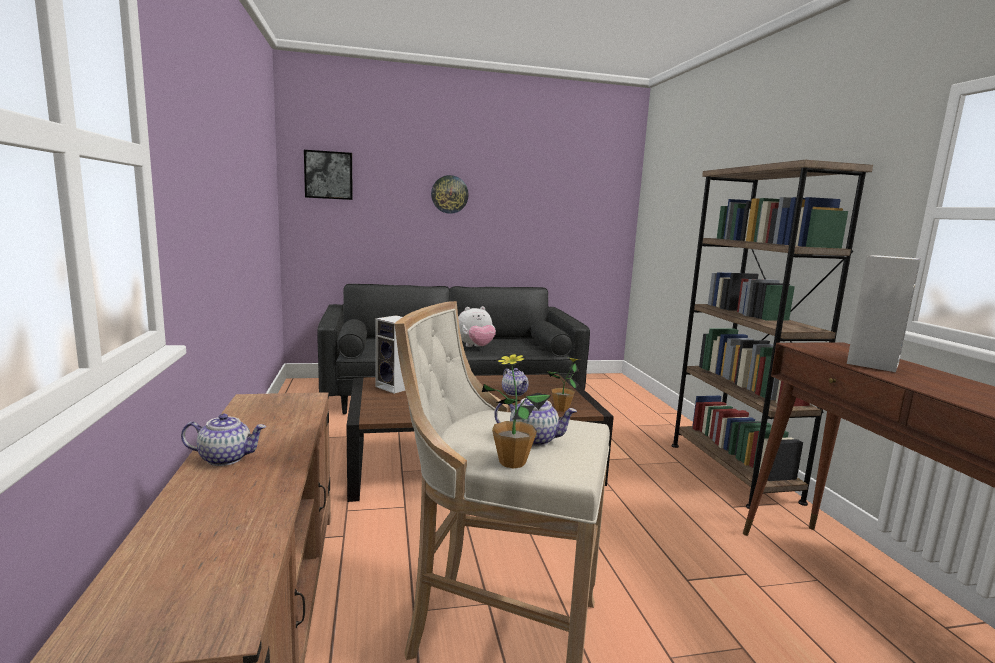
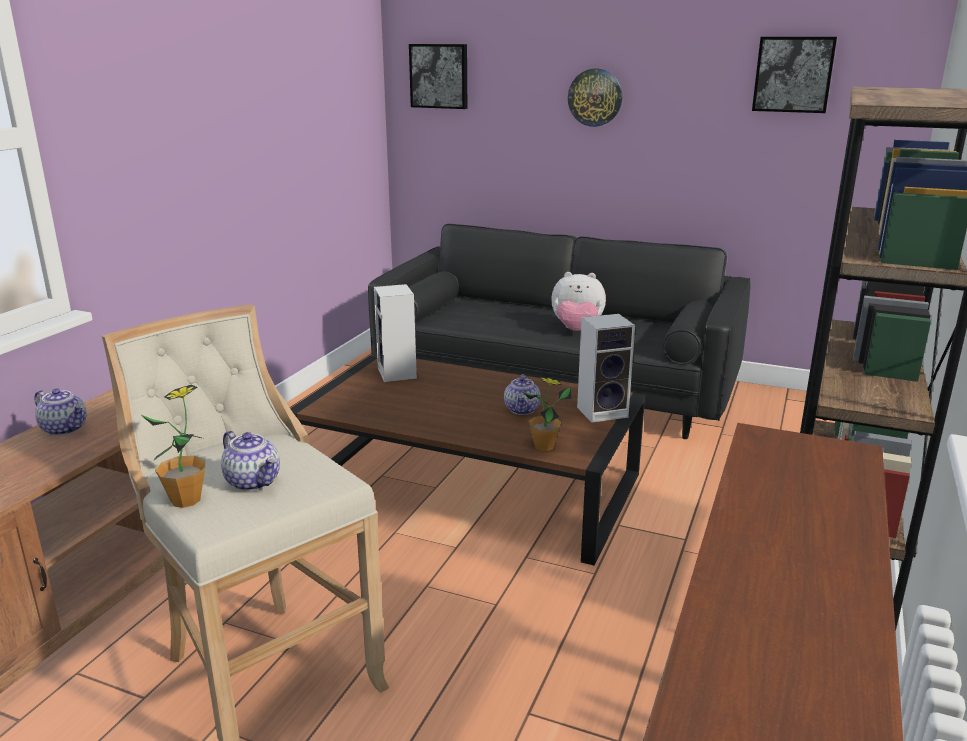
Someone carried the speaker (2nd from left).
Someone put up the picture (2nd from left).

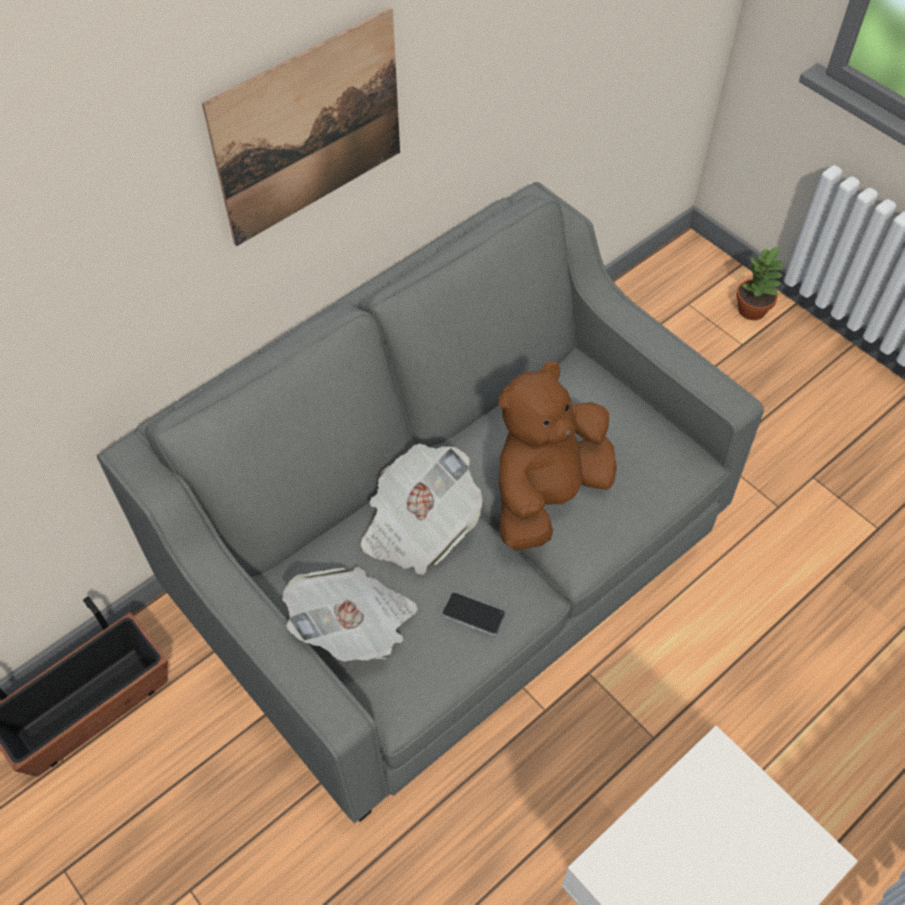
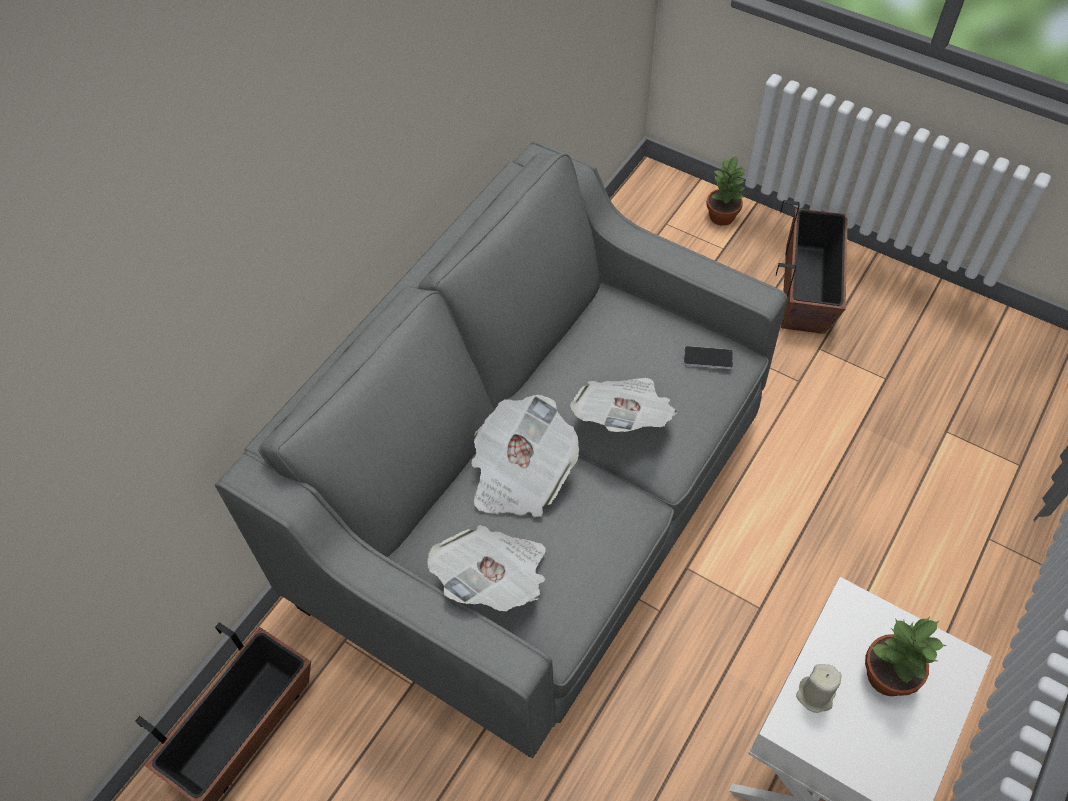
Someone swapped the plush toy in brown for the newspaper (3rd from left).
Someone carried the phone.
Someone put down the planter (2nd from left).
Someone put down the candle in beige.
Someone put down the potted plant (2nd from left).
Someone took away the picture.

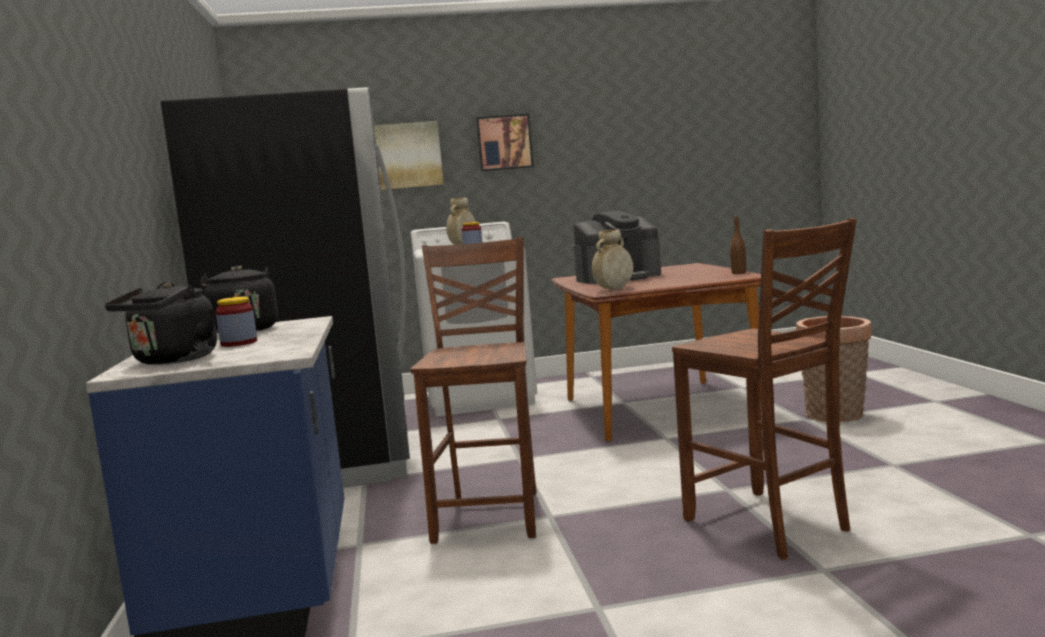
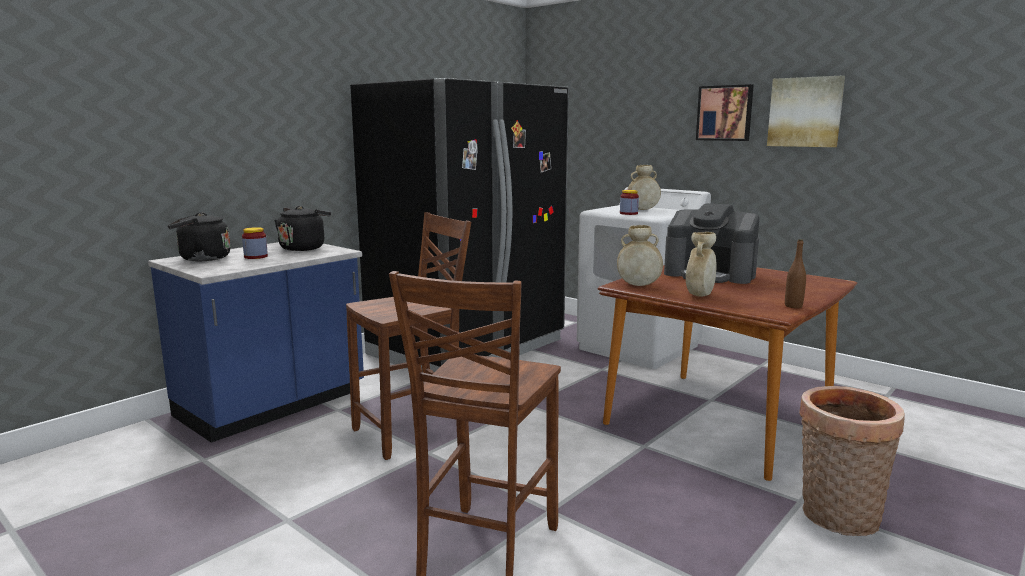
Someone put down the vase in beige (3rd from left).
Someone carried the picture (1st from left in the first image).

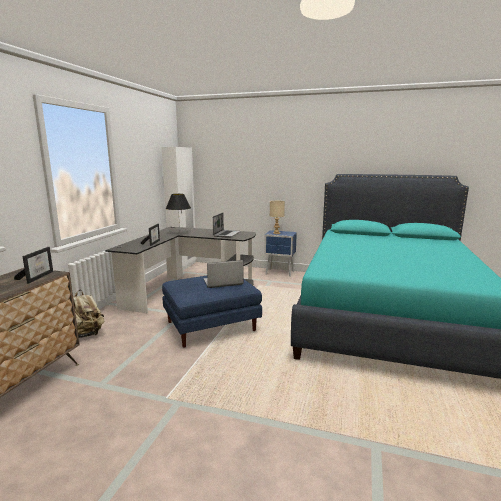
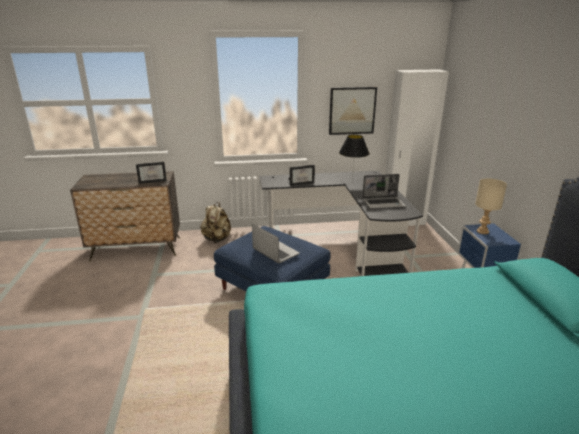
Someone put up the picture.

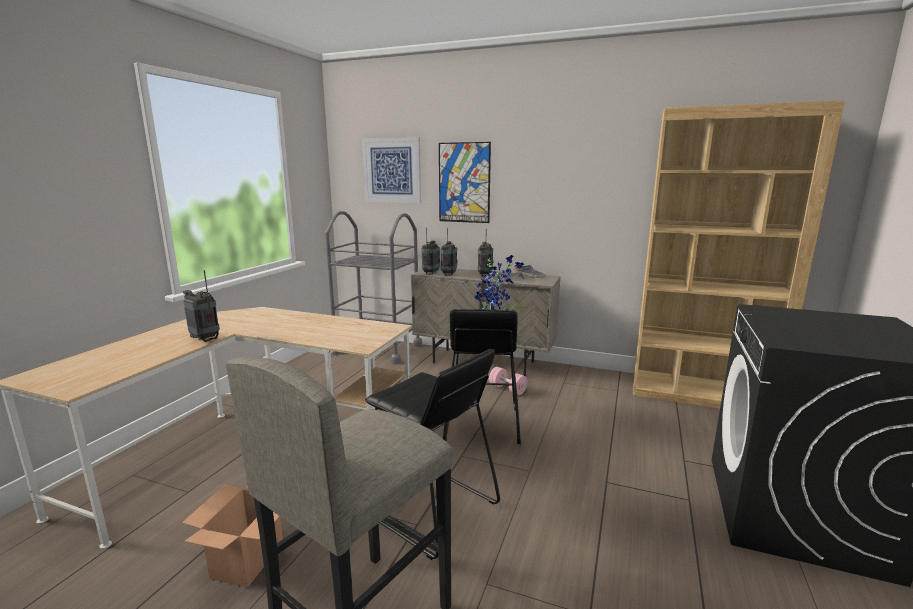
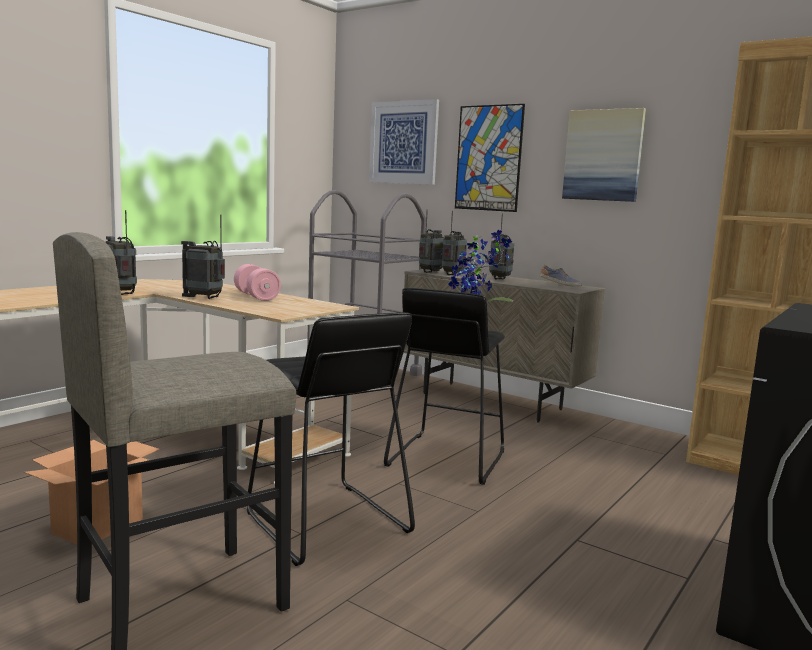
Someone put down the radio (2nd from left).
Someone carried the dumbbell in pink.
Someone put up the picture (3rd from left).

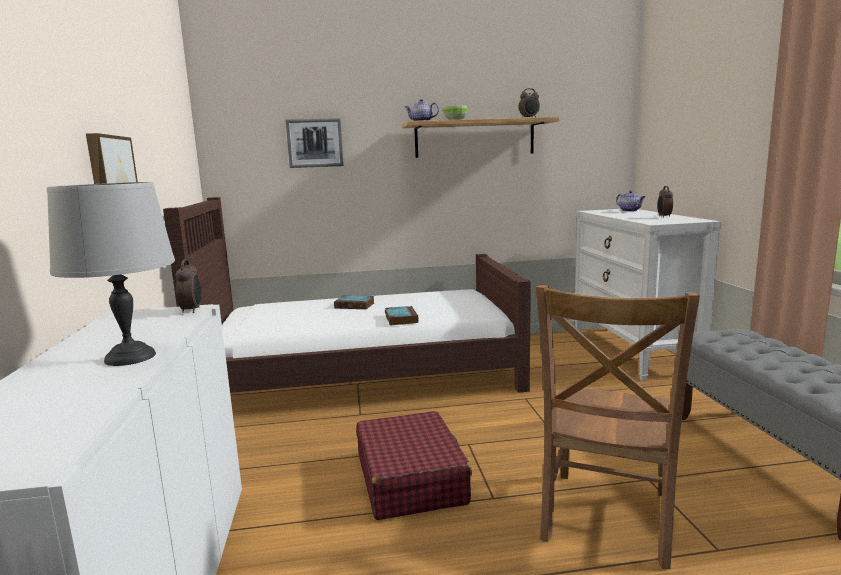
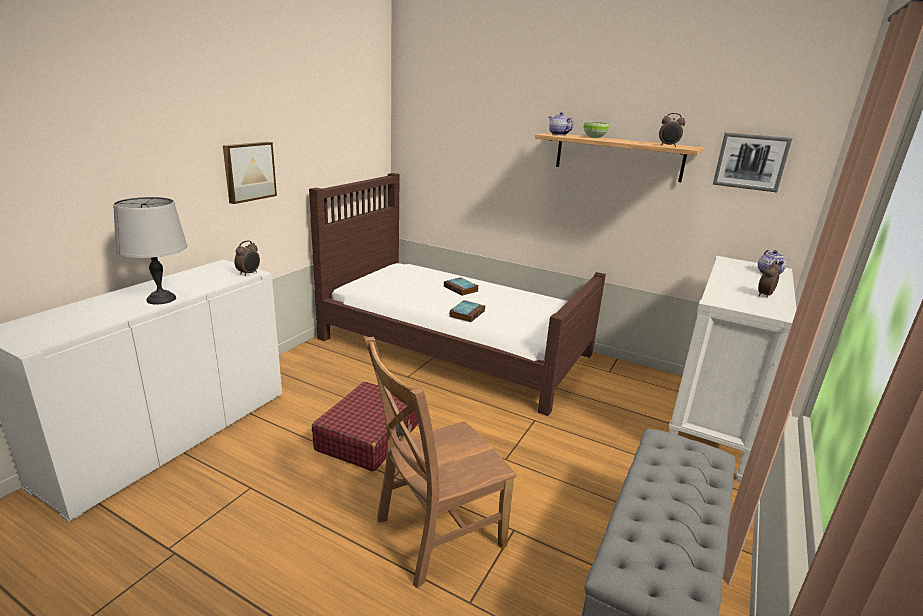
Someone carried the picture (2nd from left).

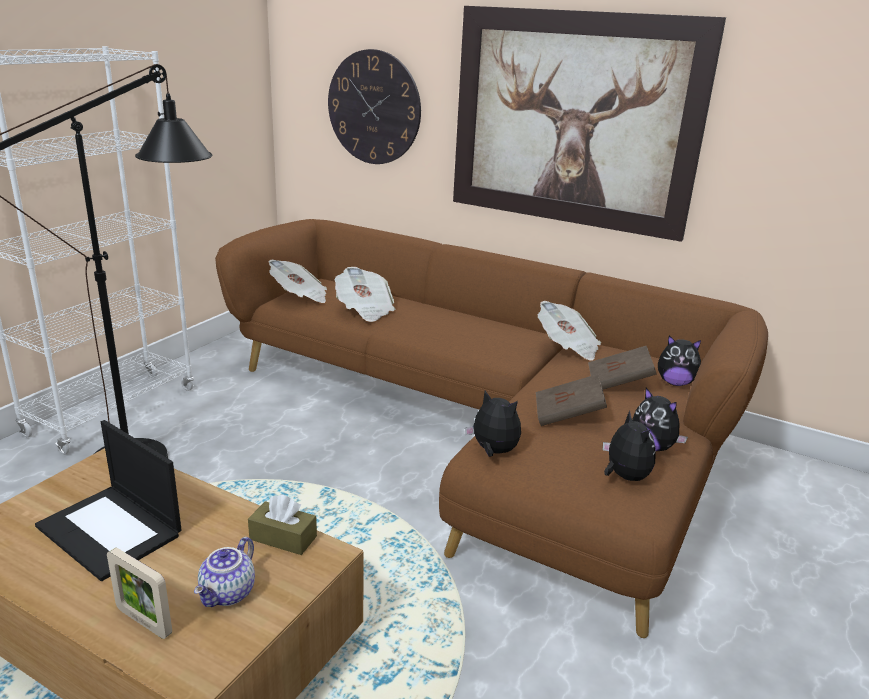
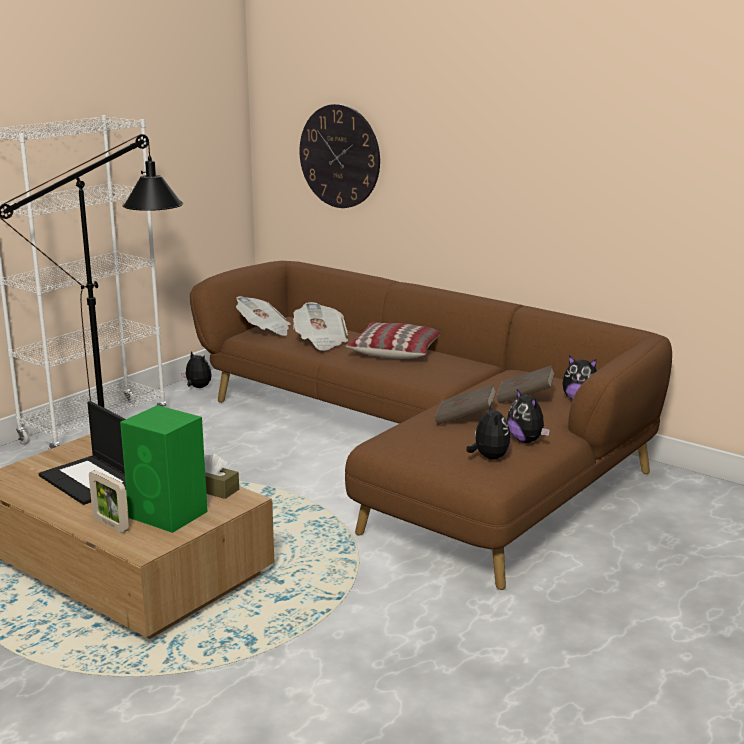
Someone swapped the teapot for the speaker in green.
Someone carried the plush toy (1st from left).
Someone put down the pillow.
Someone took away the picture.
Someone took away the newspaper (3rd from left).

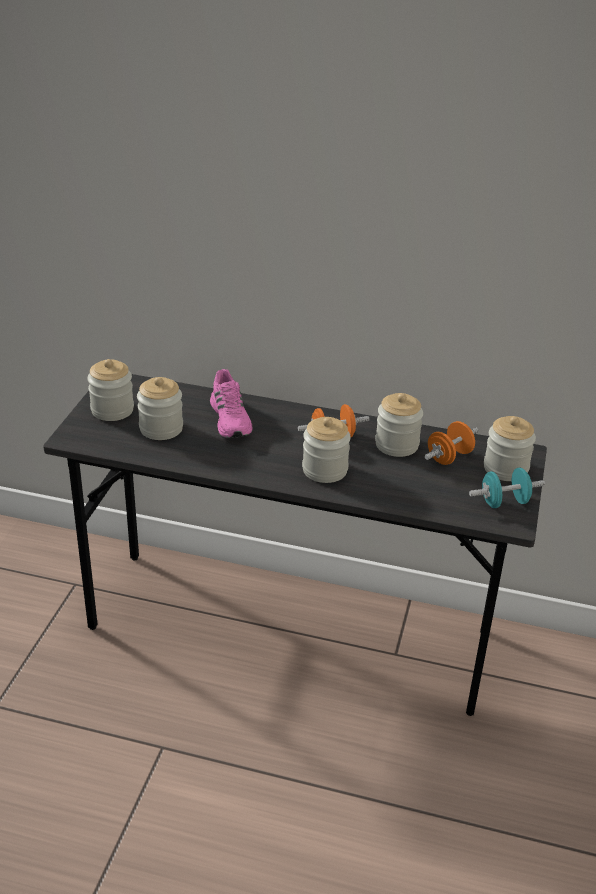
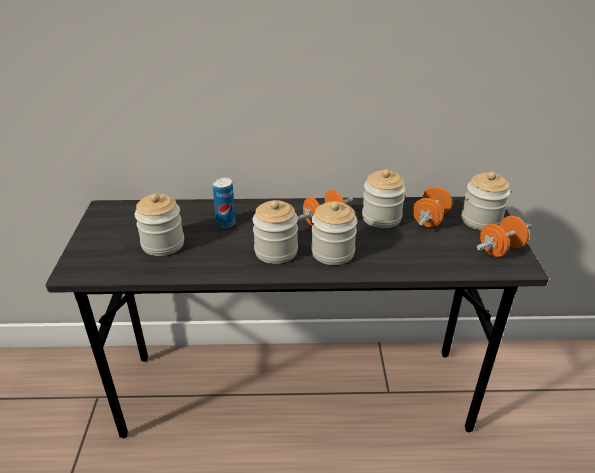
Someone swapped the shoe in pink for the can.
Someone carried the jar (1st from left in the first image).
Someone repainted the dumbbell in turquoise, which became the dumbbell in orange (3rd from left).

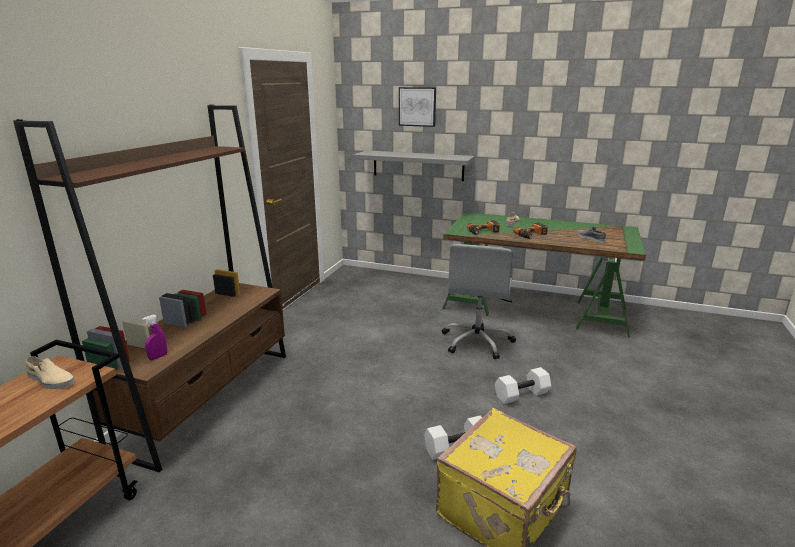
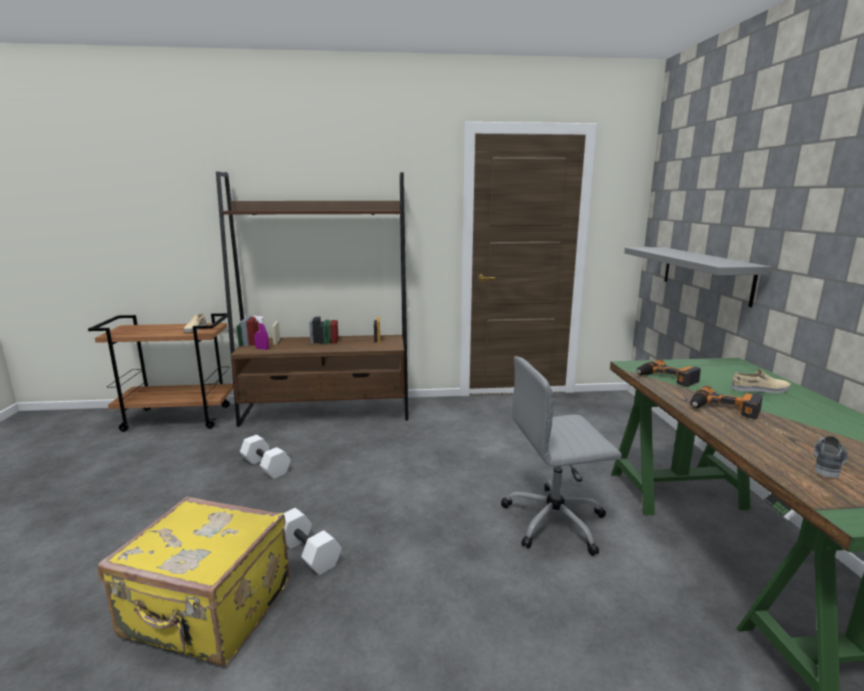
Someone carried the dumbbell in white (2nd from left in the first image).
Someone took away the picture.

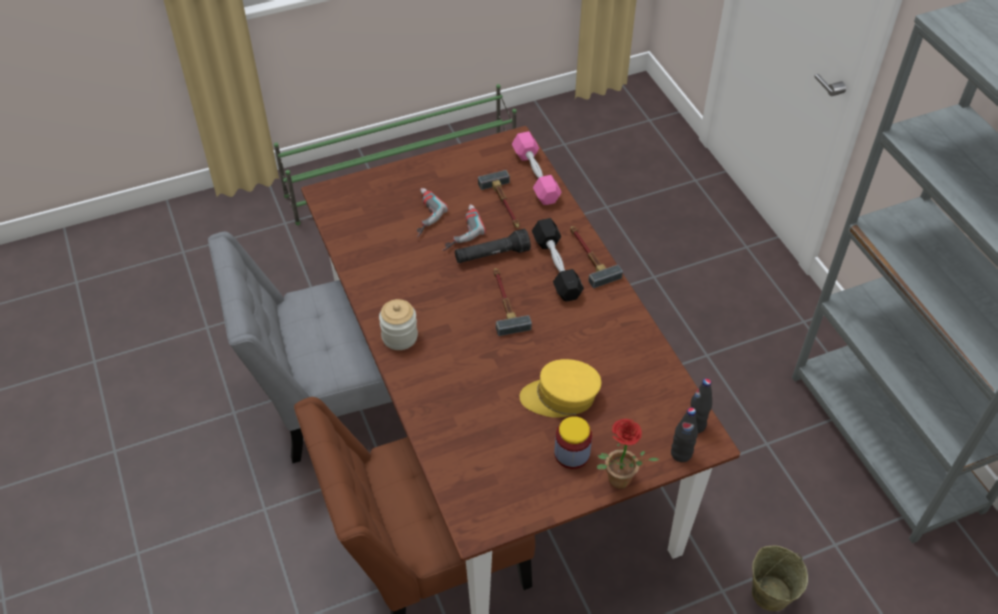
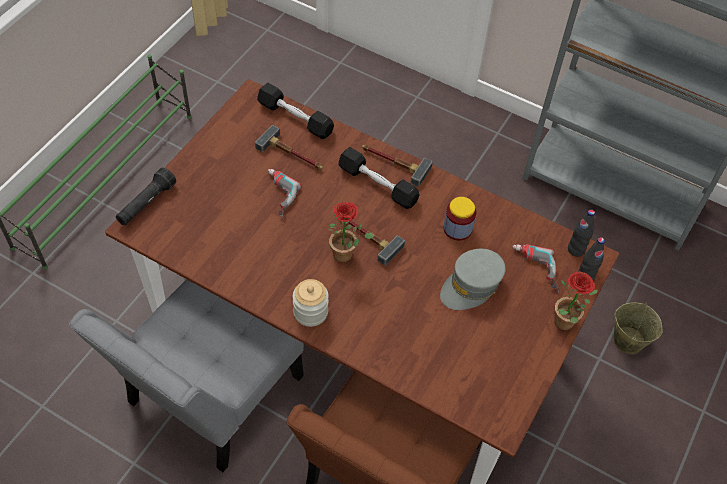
Someone carried the flashlight in black.
Someone repainted the dumbbell in pink, which became the dumbbell in black (1st from left).
Someone put down the potted plant (1st from left).
Someone repainted the cap in yellow, which became the cap in grey.
Someone carried the jar (2nd from left).
Someone carried the power drill (1st from left in the first image).

